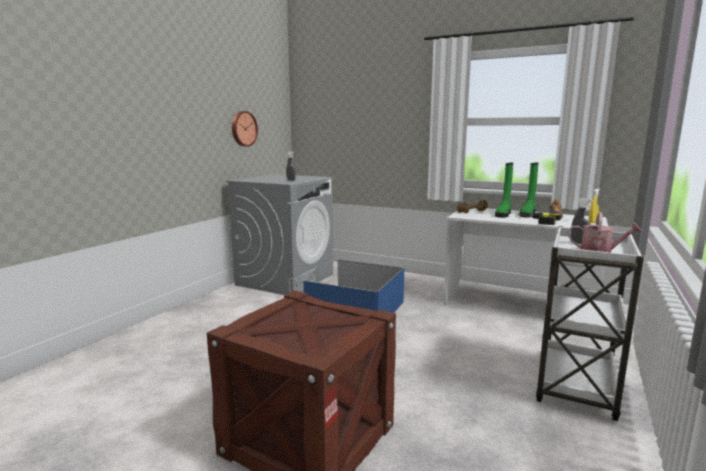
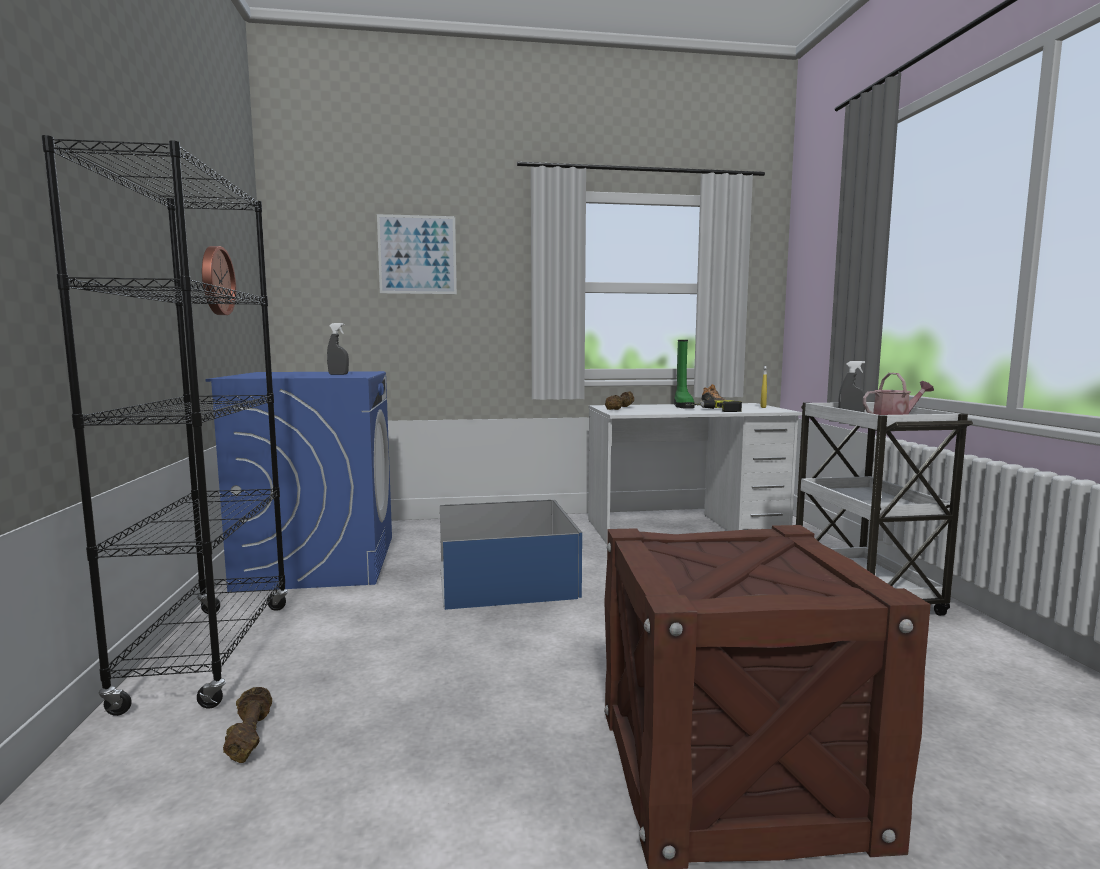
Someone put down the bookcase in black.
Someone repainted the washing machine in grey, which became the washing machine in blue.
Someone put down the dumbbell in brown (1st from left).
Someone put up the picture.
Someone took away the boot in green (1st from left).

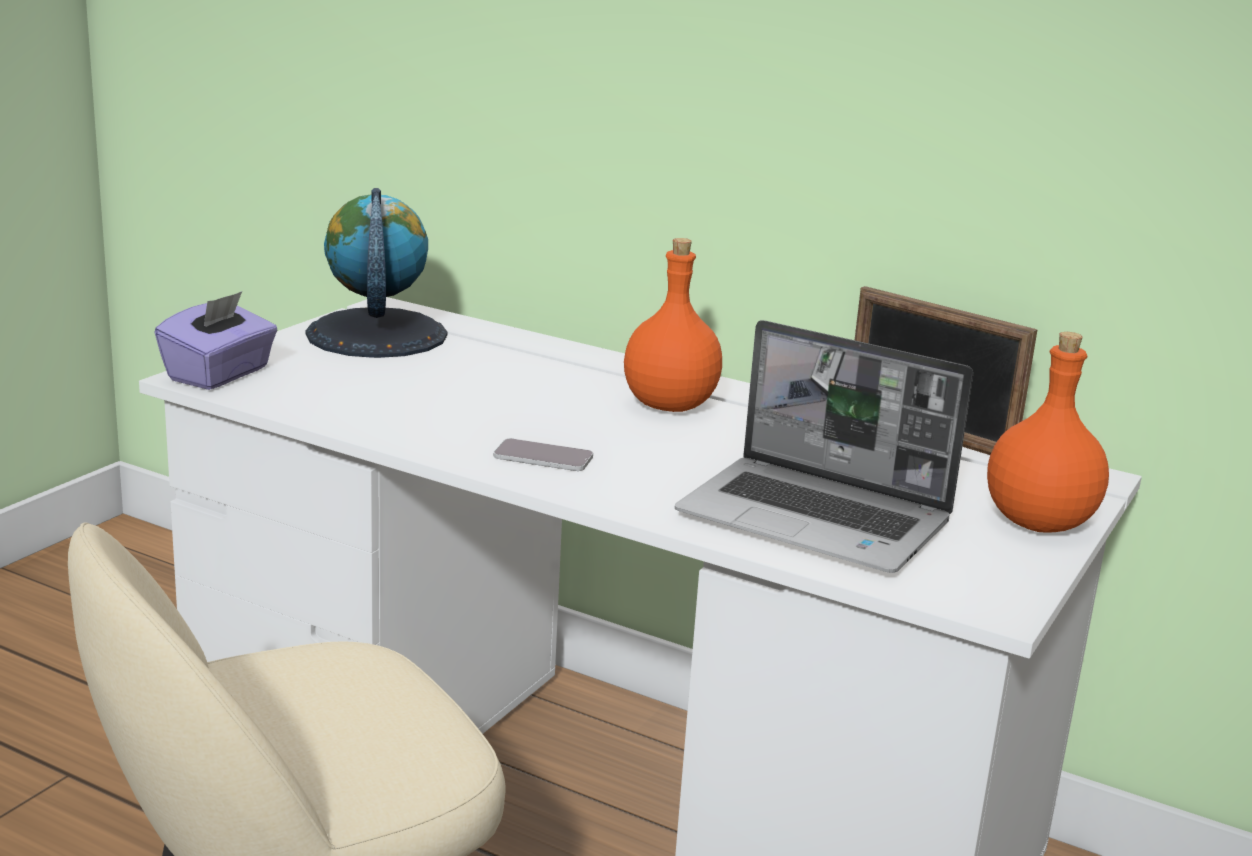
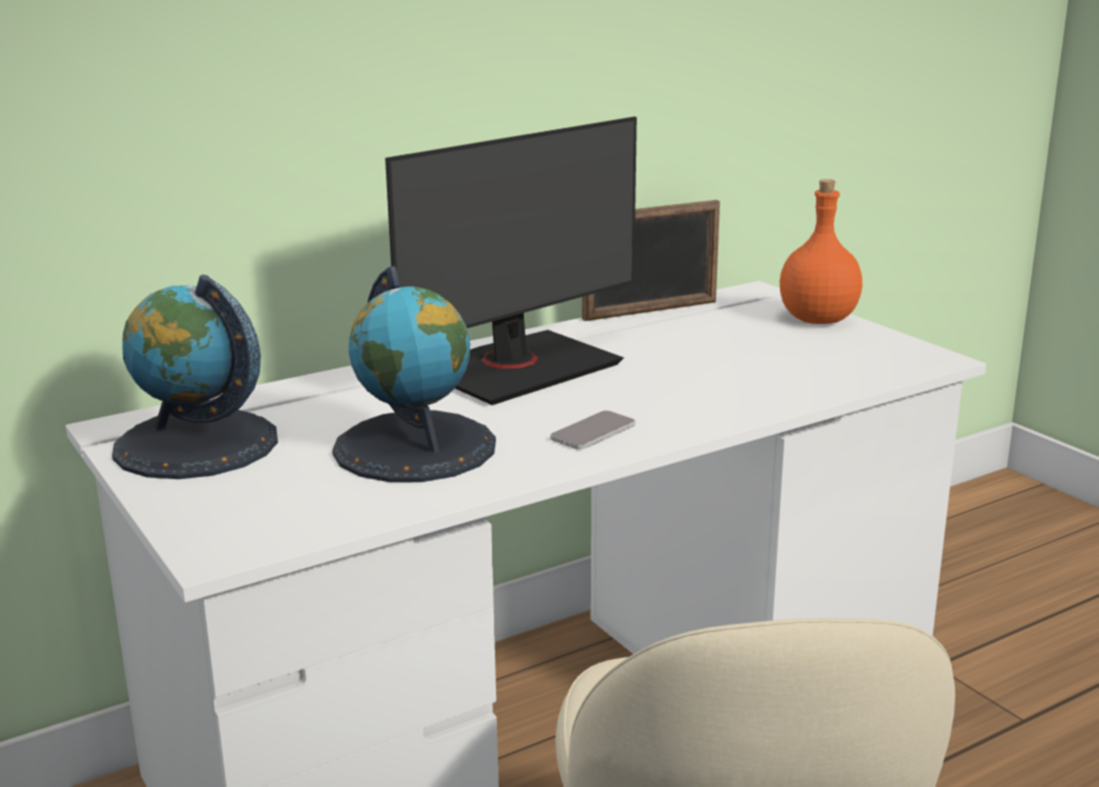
Someone put down the globe (2nd from left).
Someone swapped the bottle in orange (1st from left) for the monitor.
Someone took away the tissue box in purple.
Someone took away the laptop.

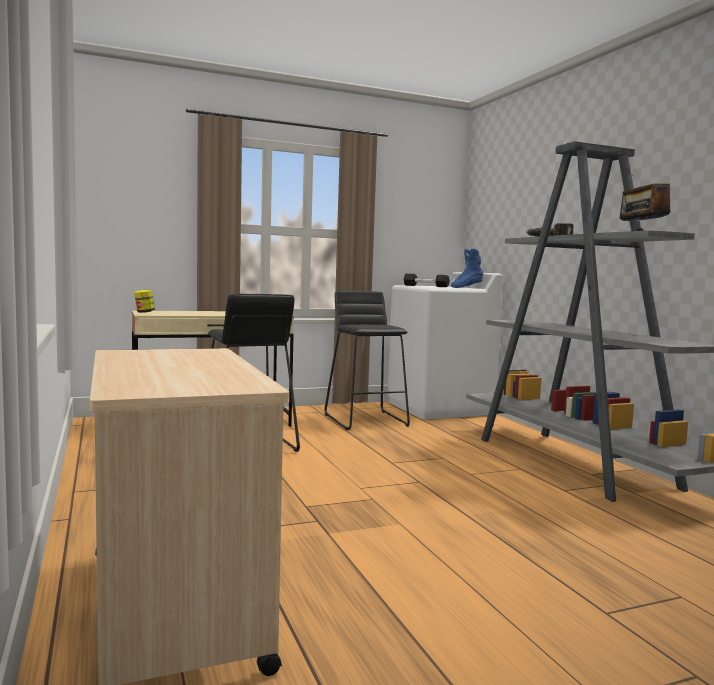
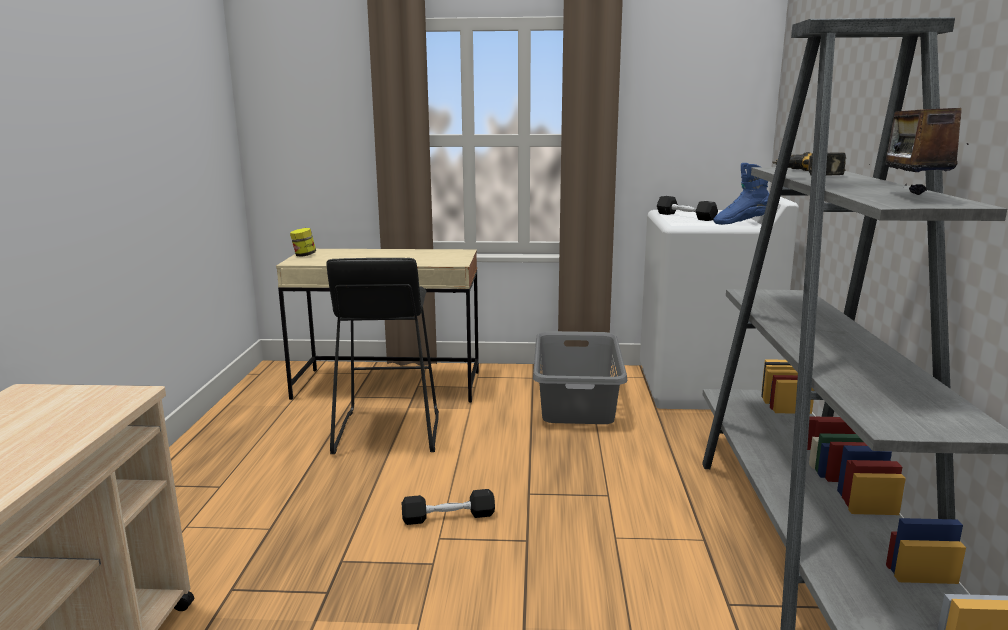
Someone put down the dumbbell in black (1st from left).
Someone swapped the stool in black (2nd from left) for the laundry basket in grey.

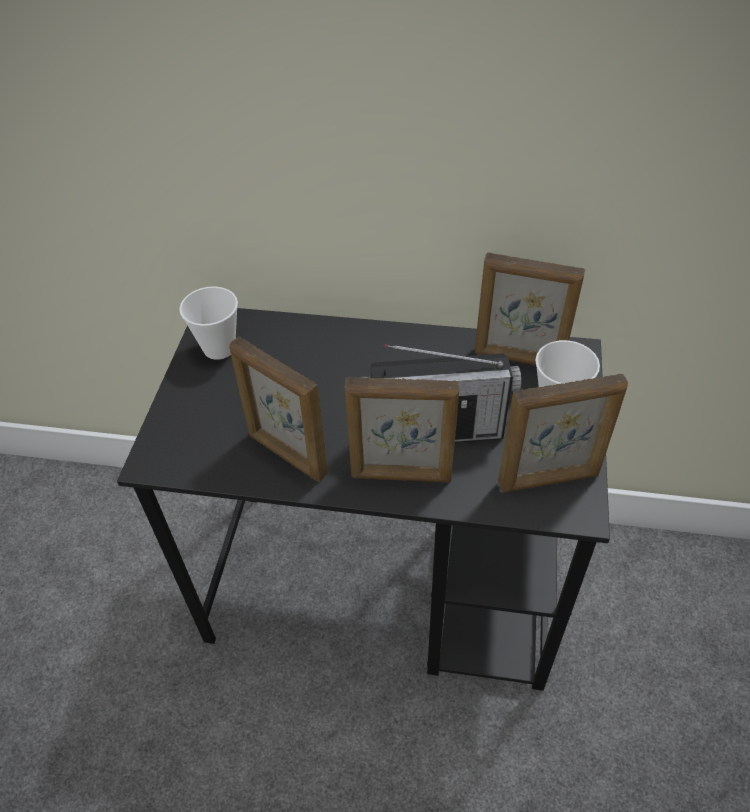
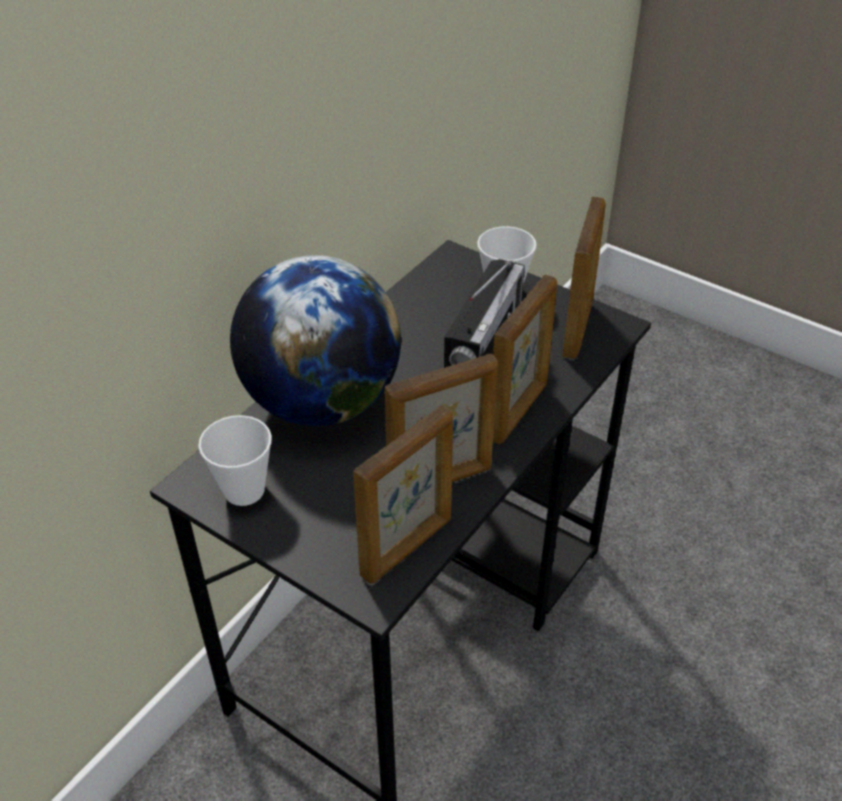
Someone put down the globe.
Someone carried the picture frame (3rd from left in the first image).

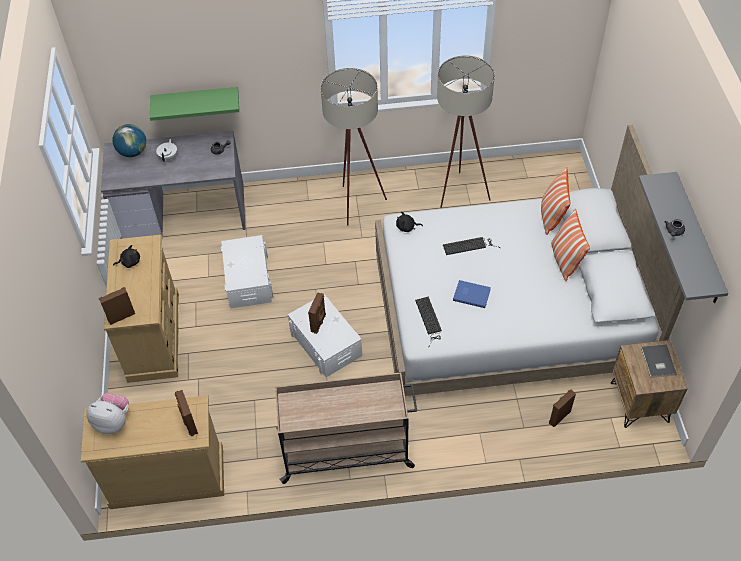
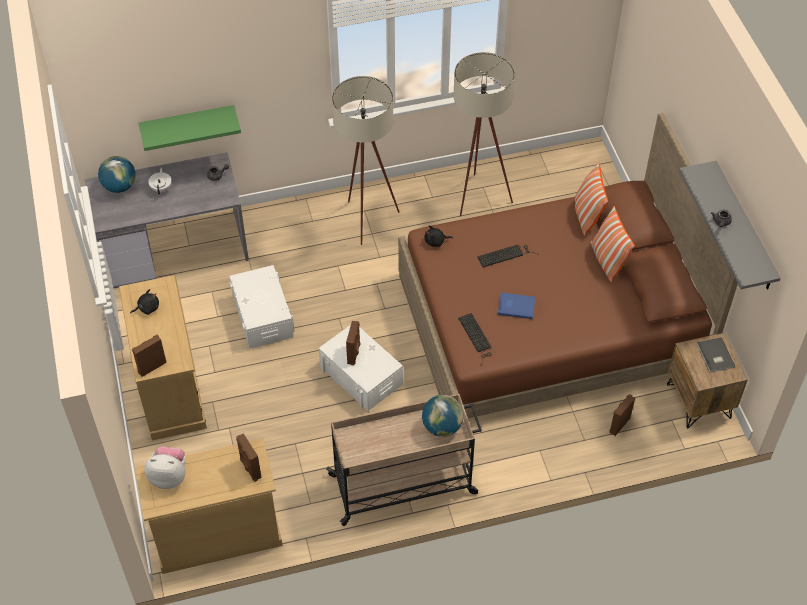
Someone repainted the bed in white, which became the bed in brown.
Someone put down the globe (2nd from left).

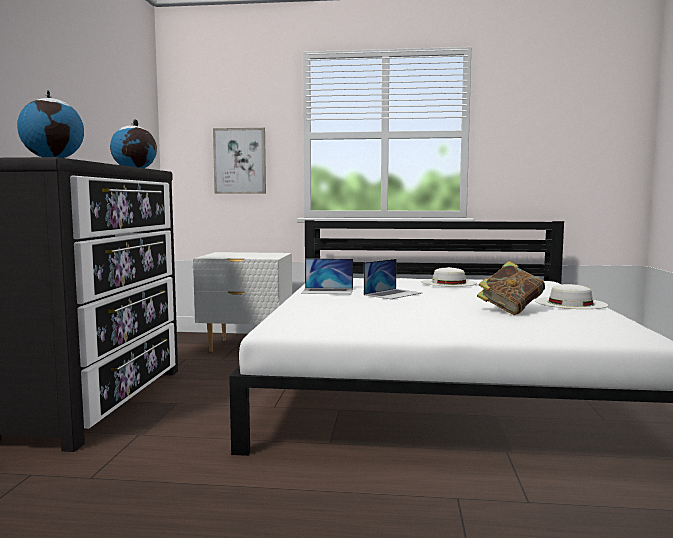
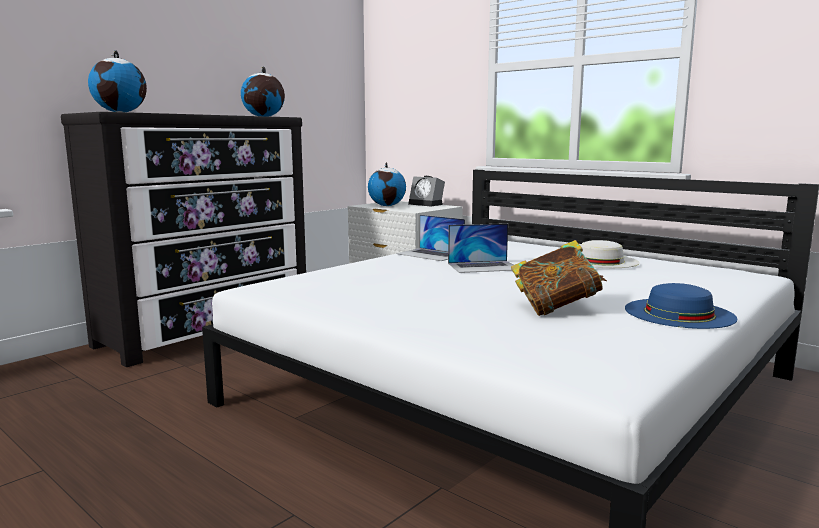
Someone put down the globe (3rd from left).
Someone put down the alarm clock.
Someone repainted the hat in white (2nd from left), which became the hat in blue.
Someone took away the picture.

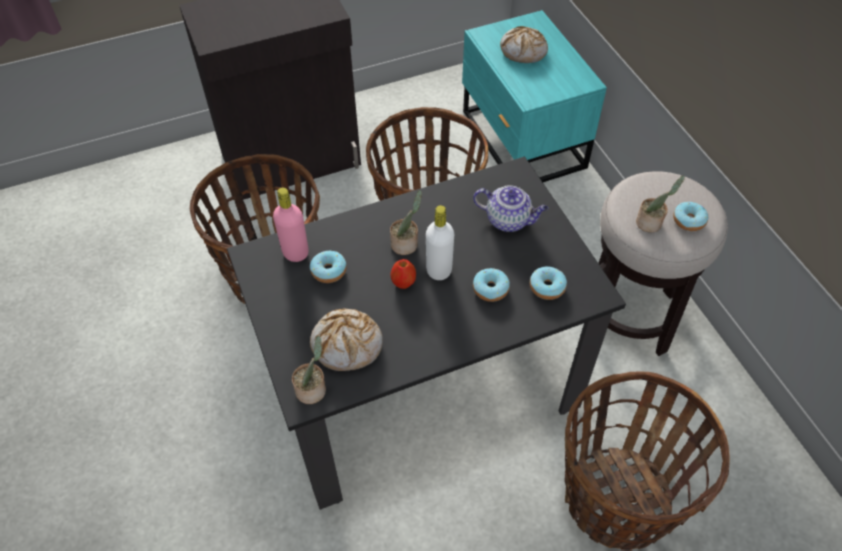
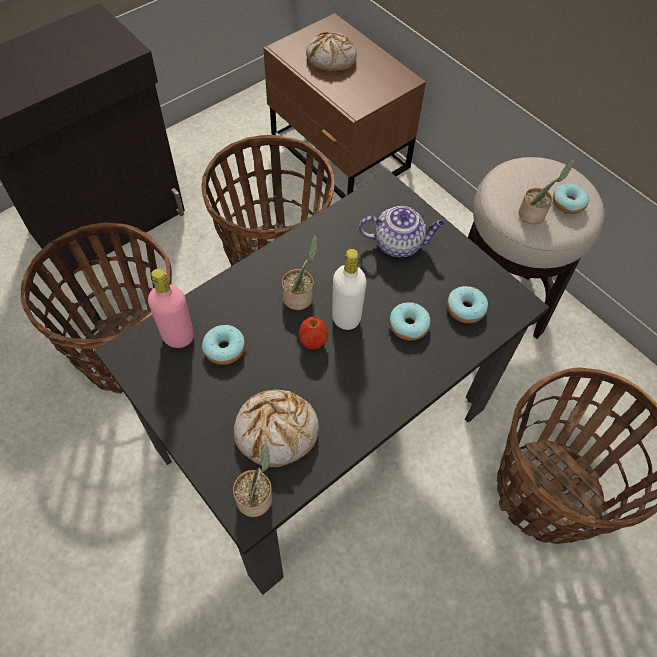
Someone repainted the nightstand in turquoise, which became the nightstand in brown.

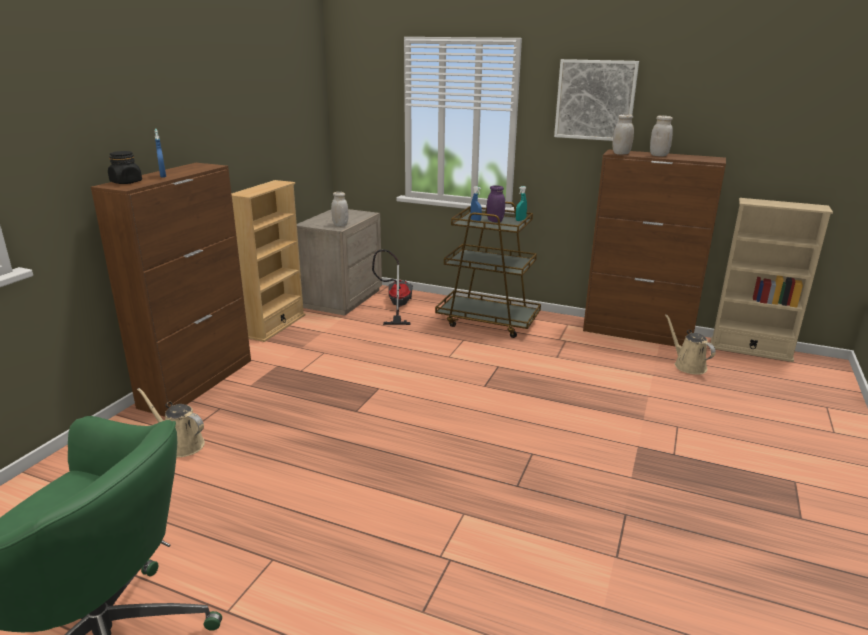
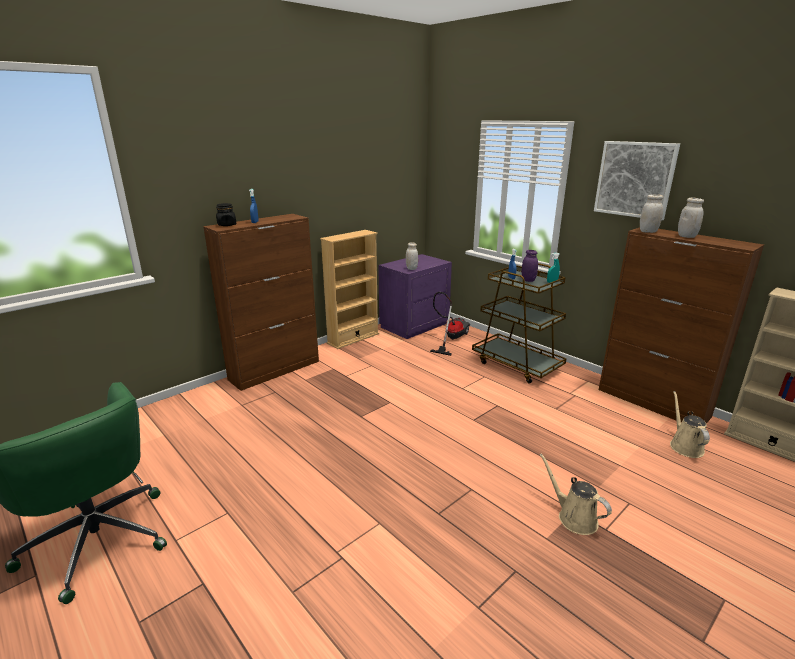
Someone repainted the nightstand in beige, which became the nightstand in purple.
Someone carried the watering can in beige (1st from left).

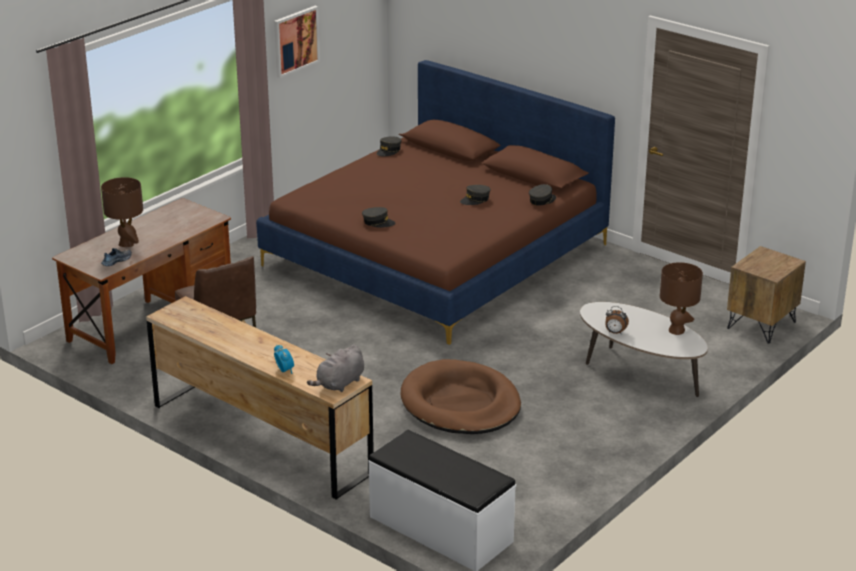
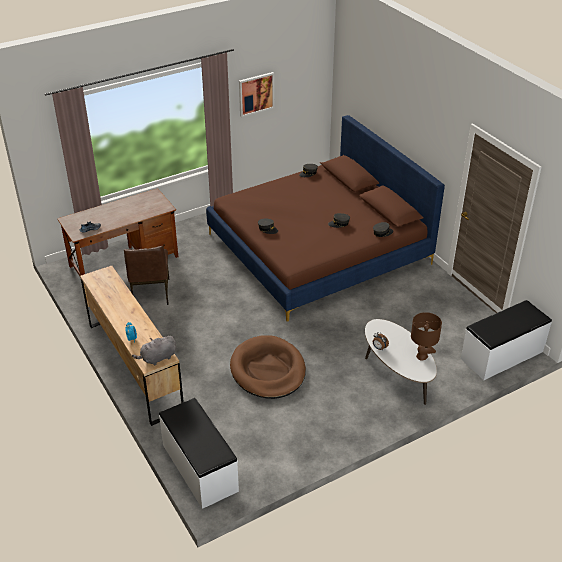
Someone swapped the nightstand in brown for the bench in white (2nd from left).
Someone took away the table lamp in brown (1st from left).

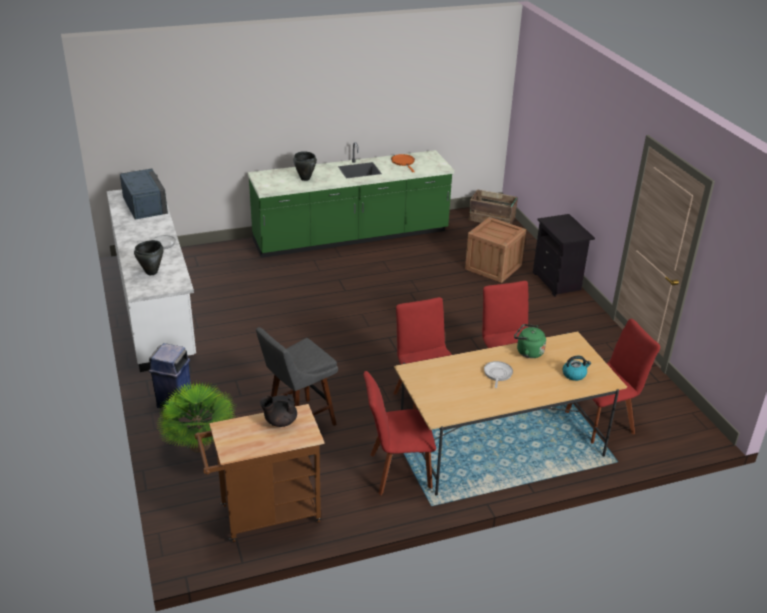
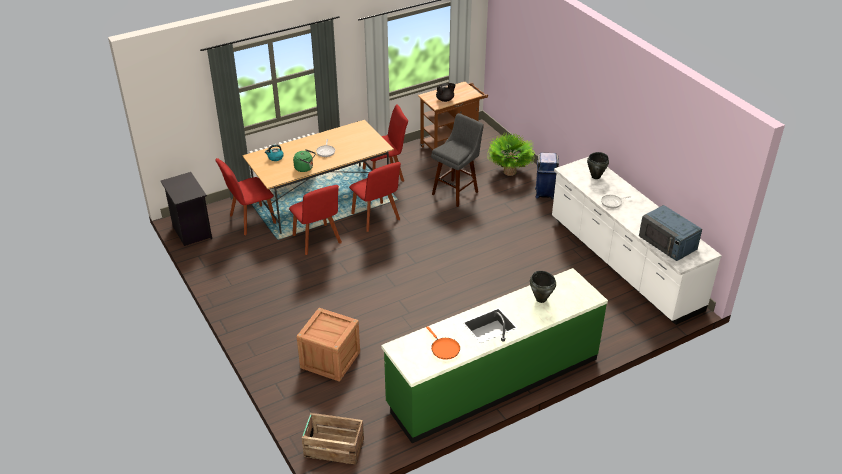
Someone carried the nightstand in black.

